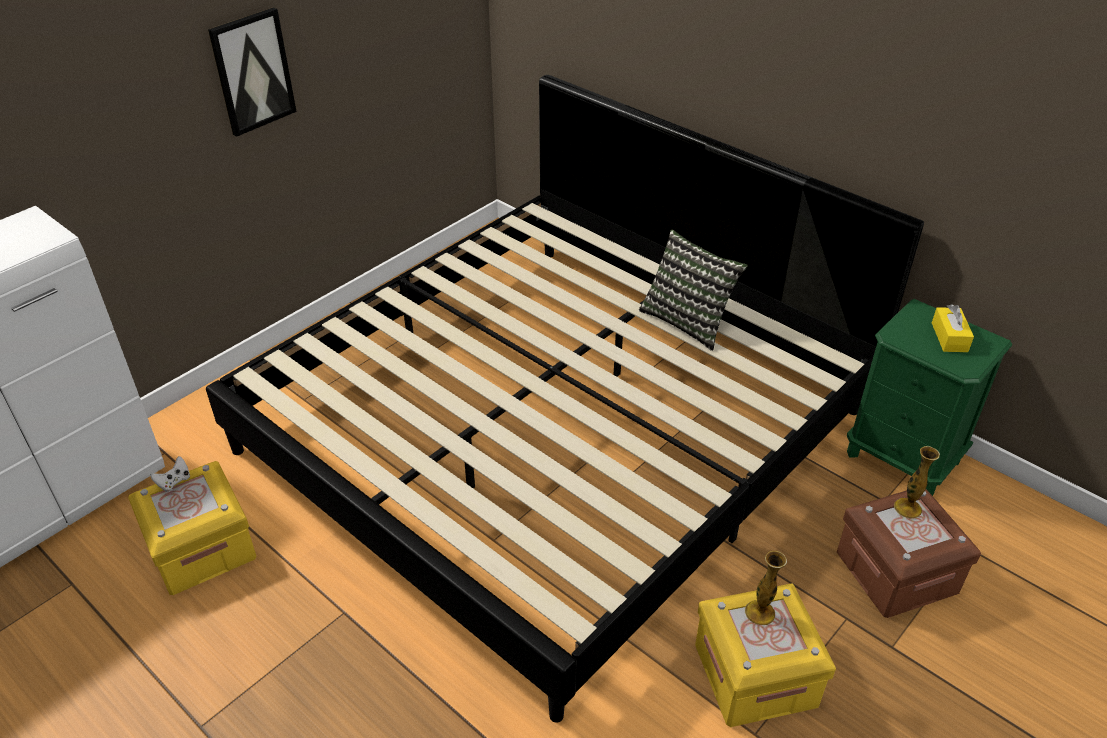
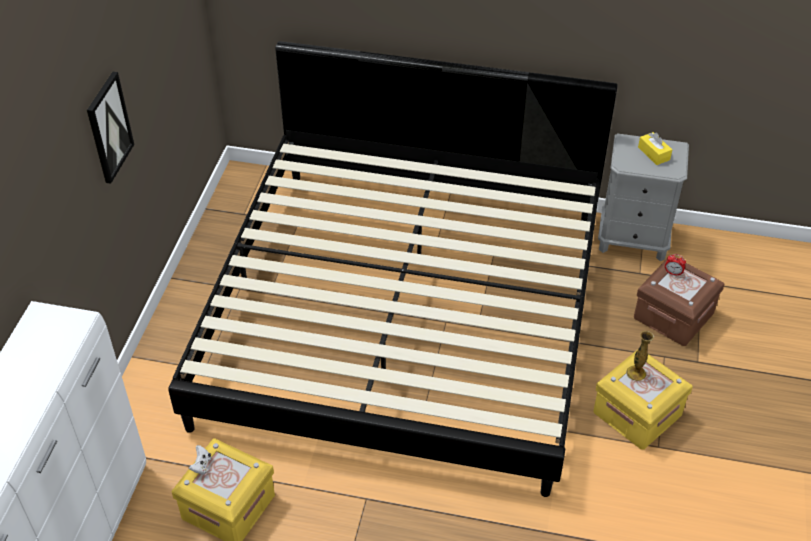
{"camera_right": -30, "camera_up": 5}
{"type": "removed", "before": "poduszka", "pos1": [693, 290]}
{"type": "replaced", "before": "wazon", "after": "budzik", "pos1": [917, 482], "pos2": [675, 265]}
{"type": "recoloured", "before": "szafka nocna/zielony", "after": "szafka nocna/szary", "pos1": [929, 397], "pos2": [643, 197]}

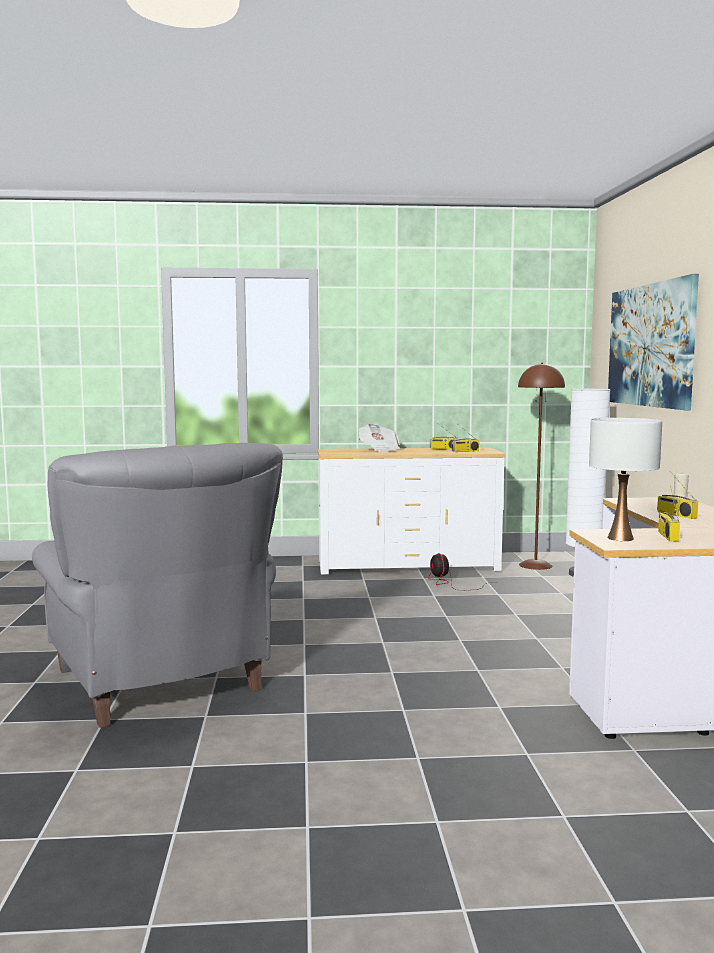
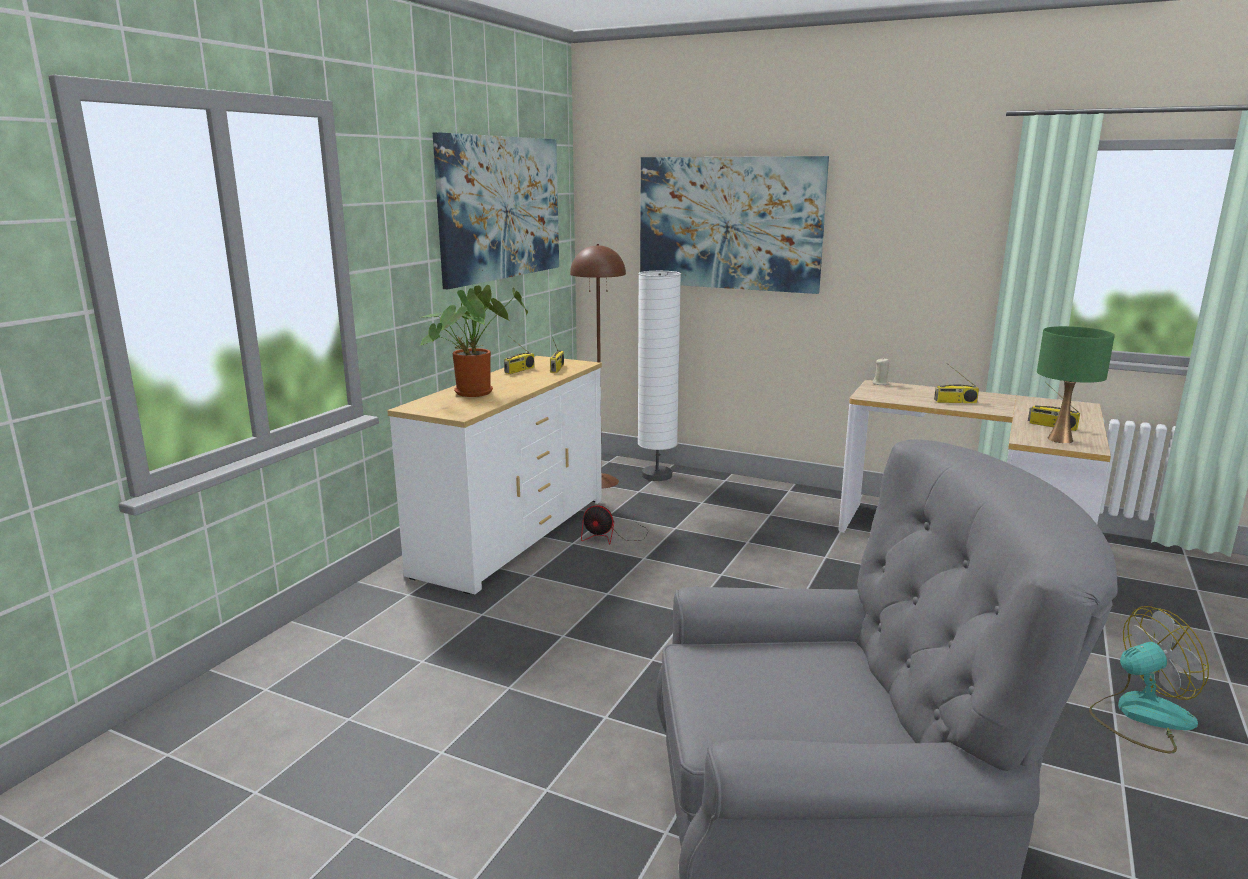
{"camera_right": -60, "camera_up": 10}
{"type": "added", "after": "obraz", "pos2": [496, 210]}
{"type": "added", "after": "wentylator", "pos2": [1149, 679]}
{"type": "replaced", "before": "gazeta", "after": "roślina doniczkowa", "pos1": [379, 438], "pos2": [473, 341]}
{"type": "recoloured", "before": "lampa stołowa/biały", "after": "lampa stołowa/zielony", "pos1": [625, 479], "pos2": [1076, 384]}

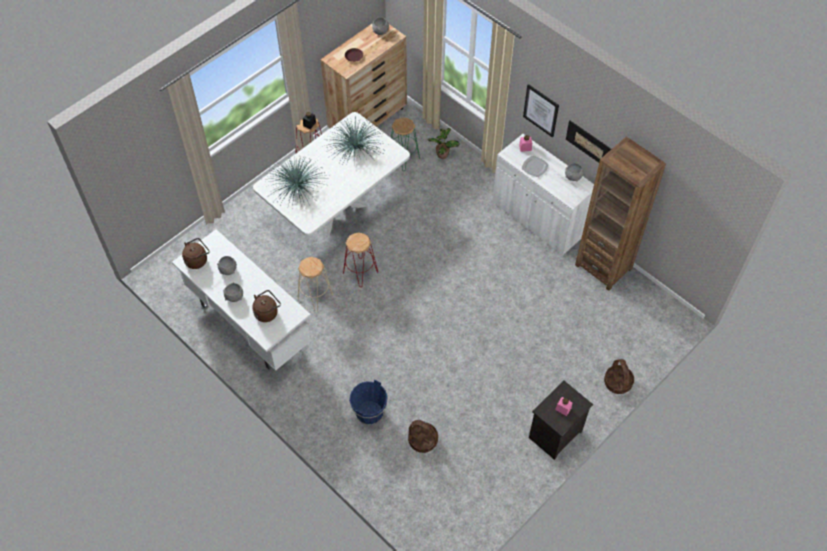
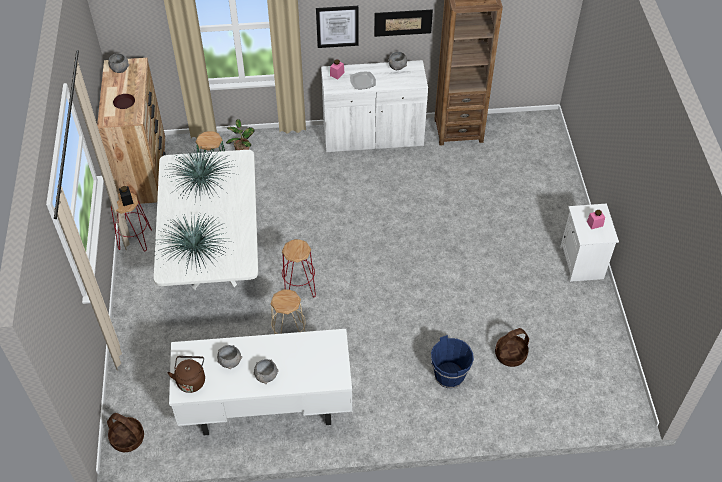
{"camera_right": -50, "camera_up": -5}
{"type": "removed", "before": "czajnik/brązowy", "pos1": [266, 306]}
{"type": "moved", "before": "koszyk", "pos1": [619, 376], "pos2": [125, 432]}
{"type": "recoloured", "before": "szafka nocna/czarny", "after": "szafka nocna/biały", "pos1": [561, 420], "pos2": [589, 243]}

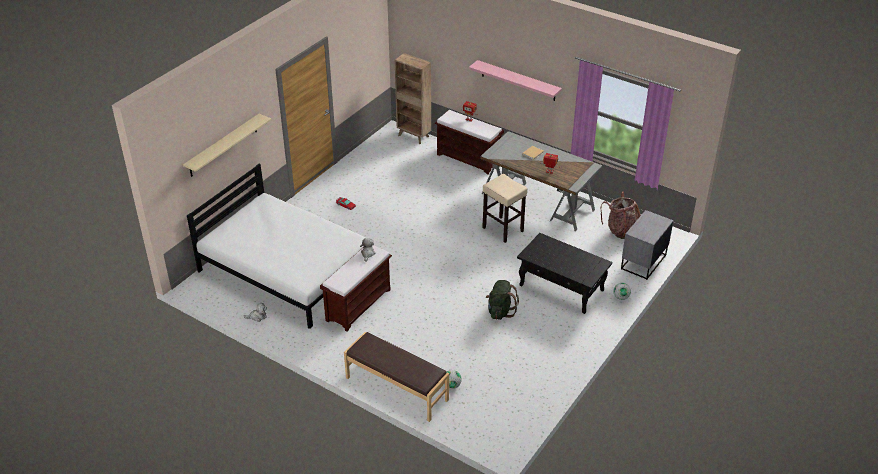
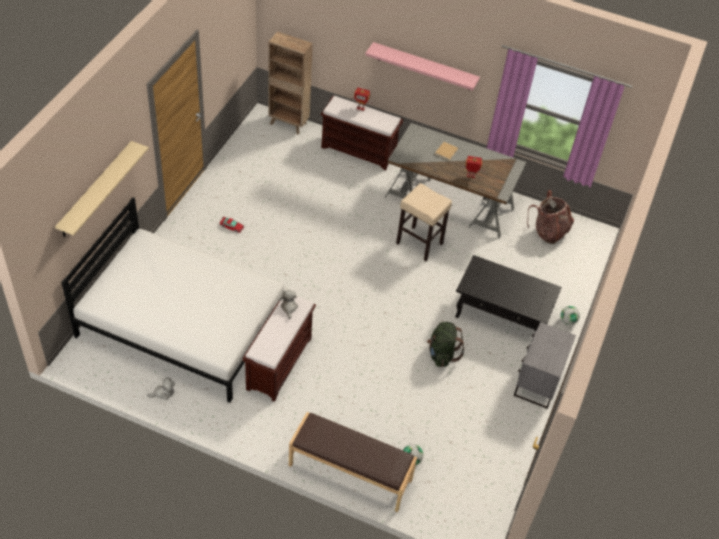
{"camera_right": -15, "camera_up": 10}
{"type": "moved", "before": "szafka nocna/szary", "pos1": [647, 245], "pos2": [545, 365]}

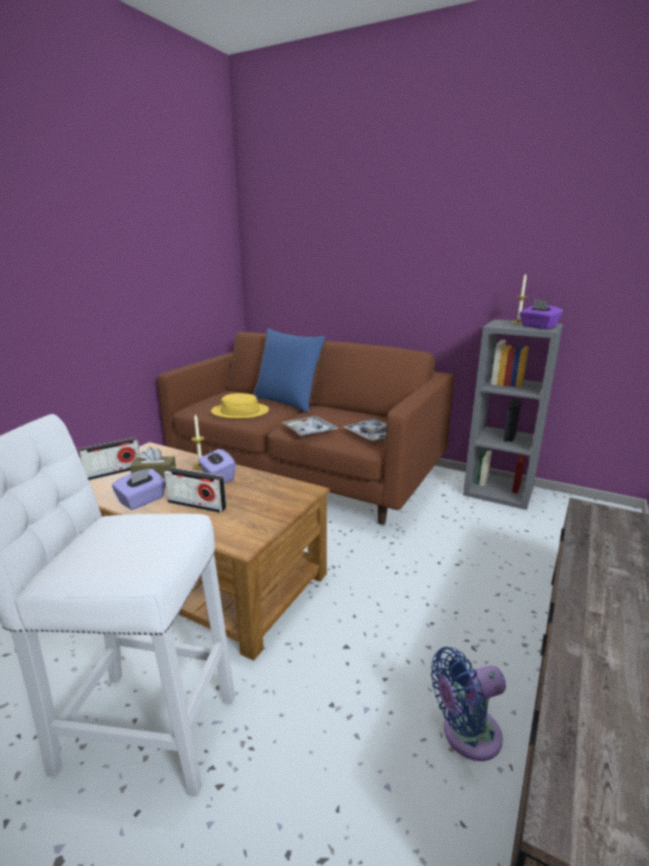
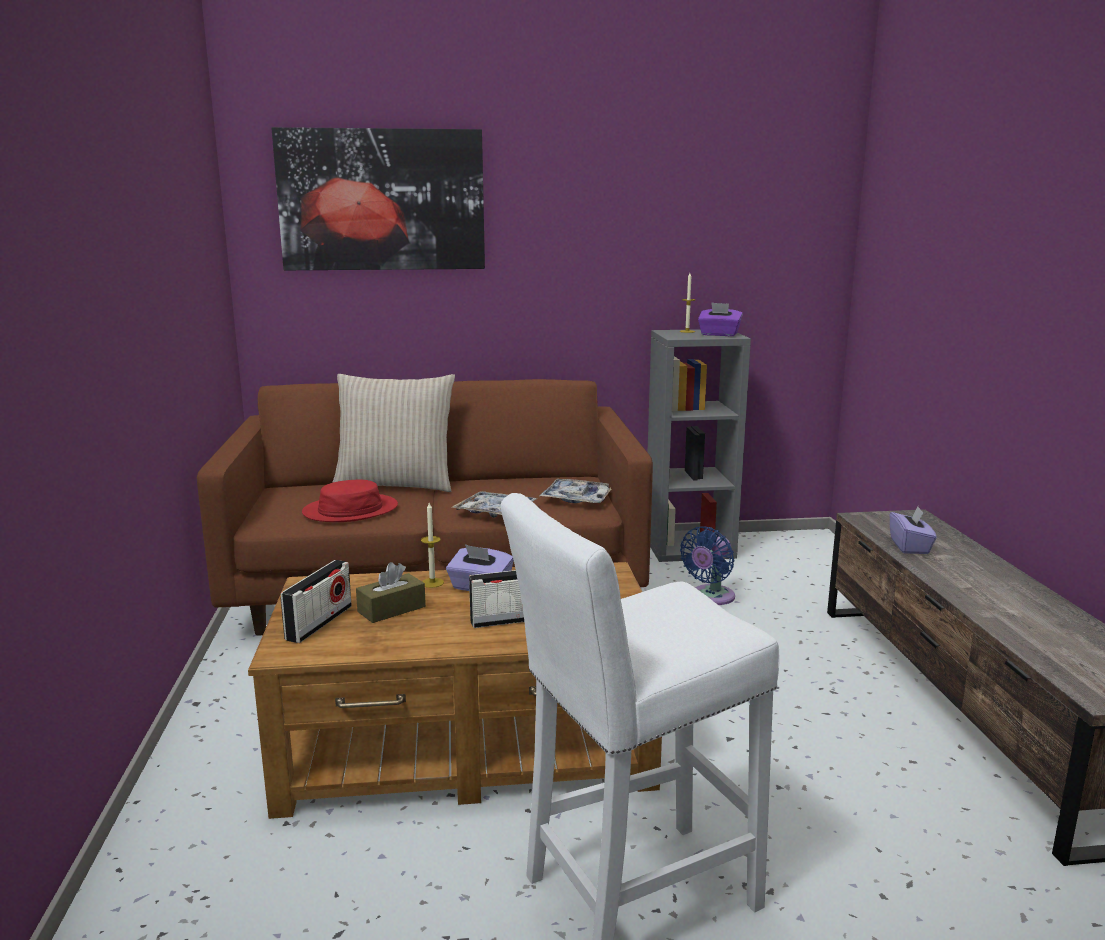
{"camera_right": -35, "camera_up": -5}
{"type": "added", "after": "obraz", "pos2": [378, 198]}
{"type": "moved", "before": "pudełko chusteczek/fioletowy", "pos1": [139, 489], "pos2": [913, 530]}
{"type": "moved", "before": "wentylator/niebieski", "pos1": [468, 704], "pos2": [707, 566]}
{"type": "recoloured", "before": "kapelusz/żółty", "after": "kapelusz/czerwony", "pos1": [240, 406], "pos2": [350, 501]}
{"type": "recoloured", "before": "poduszka/niebieski", "after": "poduszka/beżowy", "pos1": [289, 370], "pos2": [393, 433]}

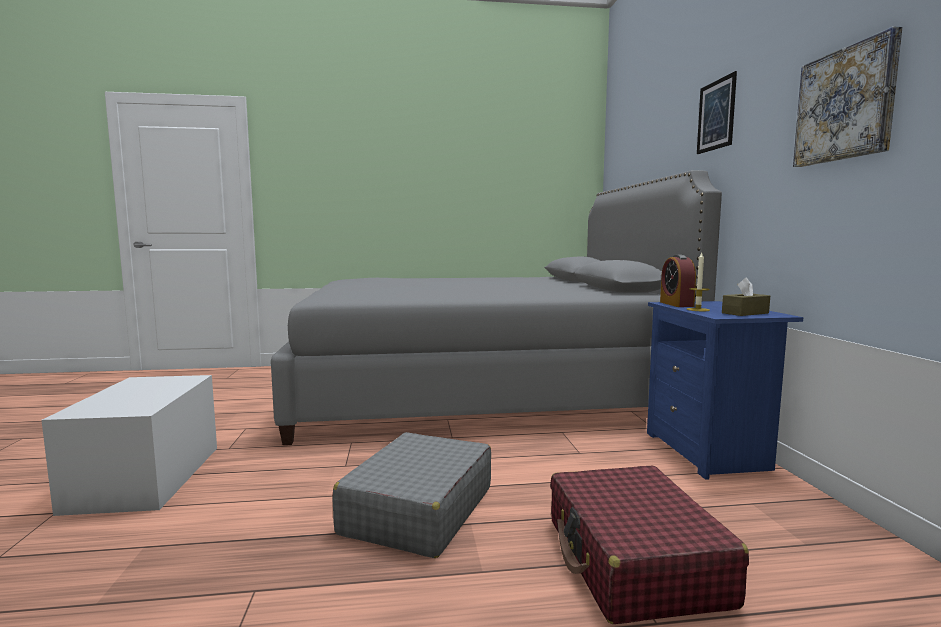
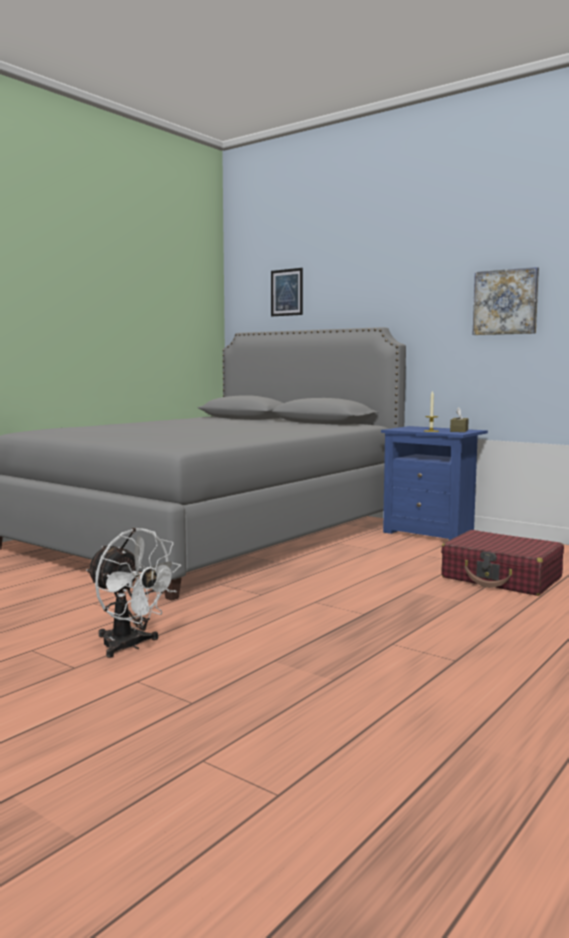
{"camera_right": -45, "camera_up": 0}
{"type": "removed", "before": "walizka/szary", "pos1": [412, 495]}
{"type": "removed", "before": "budzik", "pos1": [678, 280]}
{"type": "moved", "before": "obraz", "pos1": [717, 112], "pos2": [287, 292]}
{"type": "replaced", "before": "pojemnik do przechowywania/biały", "after": "wentylator/biały", "pos1": [129, 445], "pos2": [133, 593]}

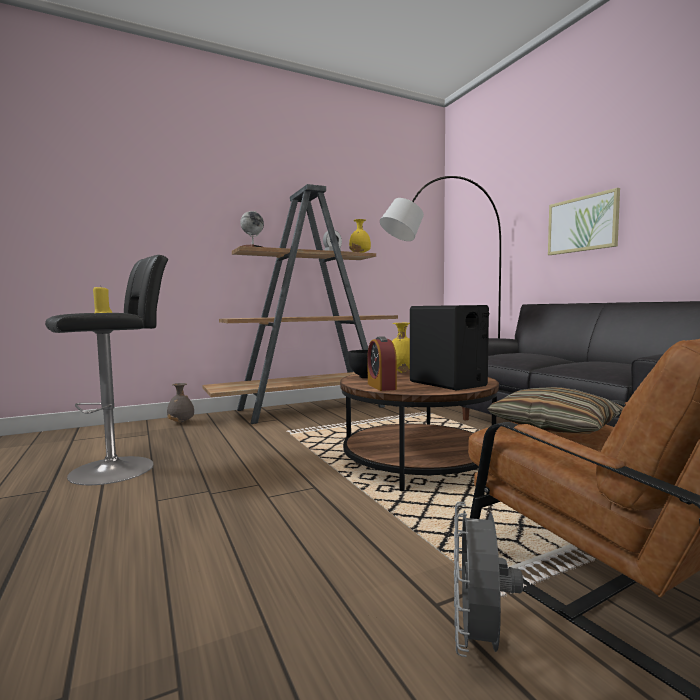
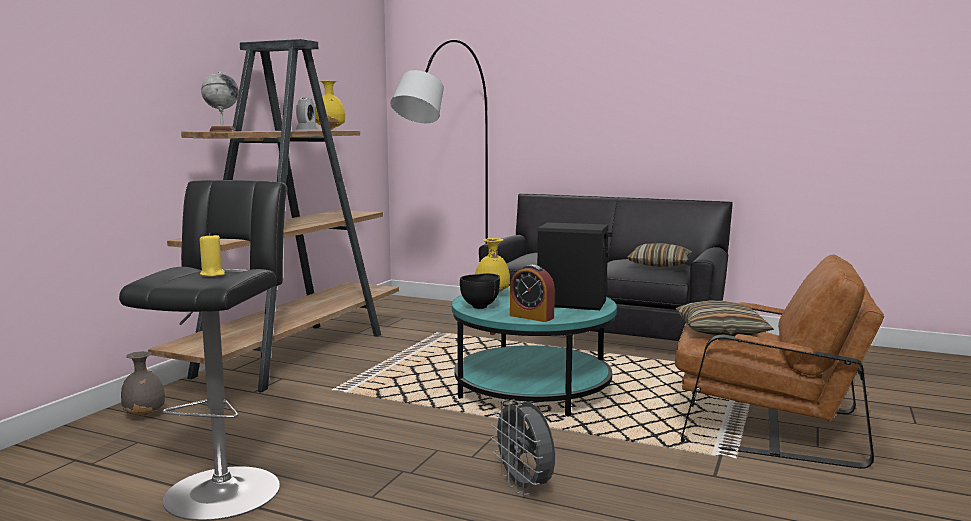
{"camera_right": -40, "camera_up": 5}
{"type": "removed", "before": "obraz", "pos1": [584, 221]}
{"type": "added", "after": "poduszka", "pos2": [659, 255]}
{"type": "moved", "before": "wentylator/szary", "pos1": [488, 579], "pos2": [523, 447]}
{"type": "recoloured", "before": "ława/brązowy", "after": "ława/turkusowy", "pos1": [419, 430], "pos2": [534, 351]}

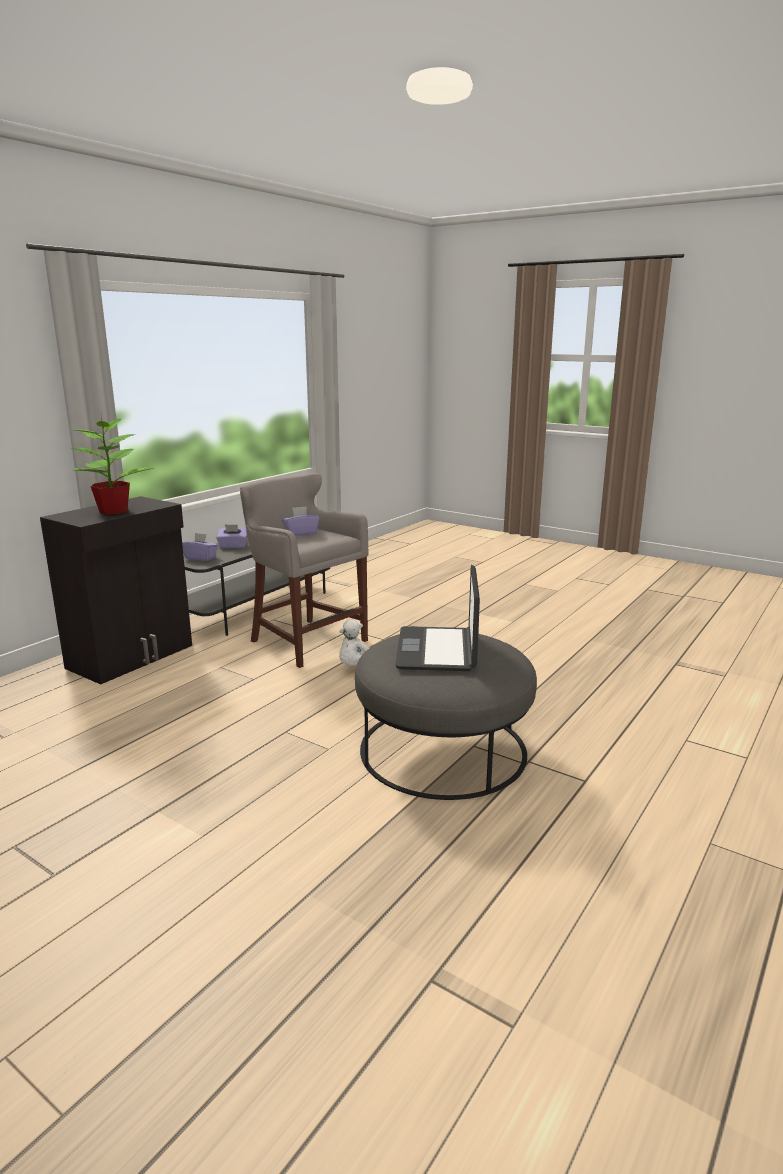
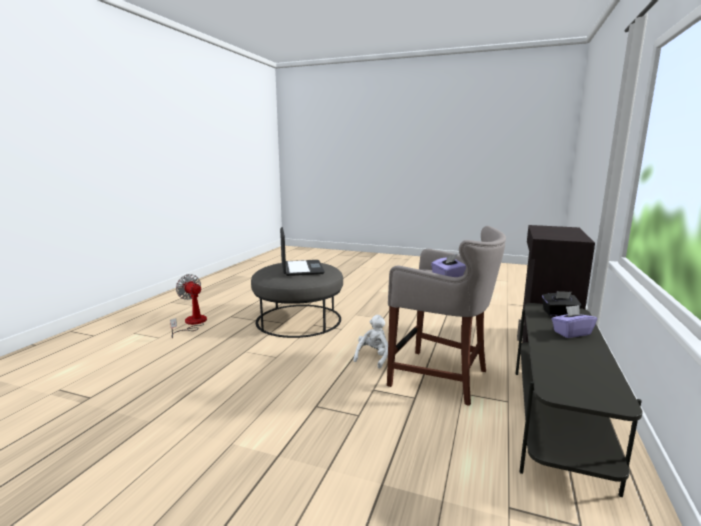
{"camera_right": 165, "camera_up": -5}
{"type": "removed", "before": "roślina doniczkowa", "pos1": [113, 464]}
{"type": "added", "after": "wentylator", "pos2": [188, 306]}
{"type": "recoloured", "before": "pudełko chusteczek/fioletowy", "after": "pudełko chusteczek/czarny", "pos1": [200, 547], "pos2": [562, 303]}

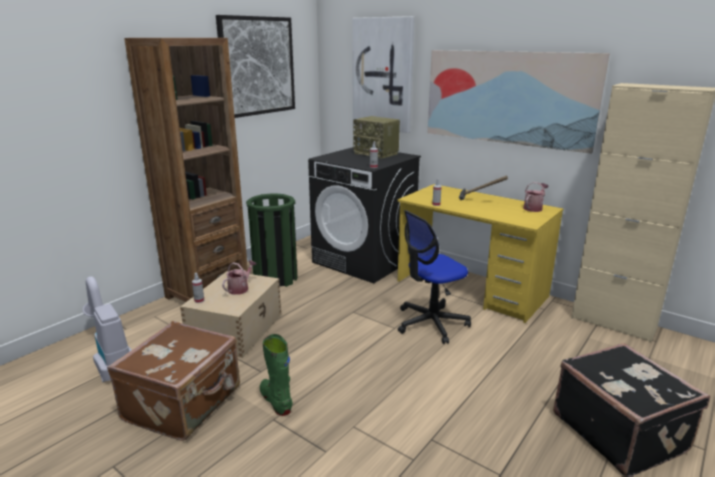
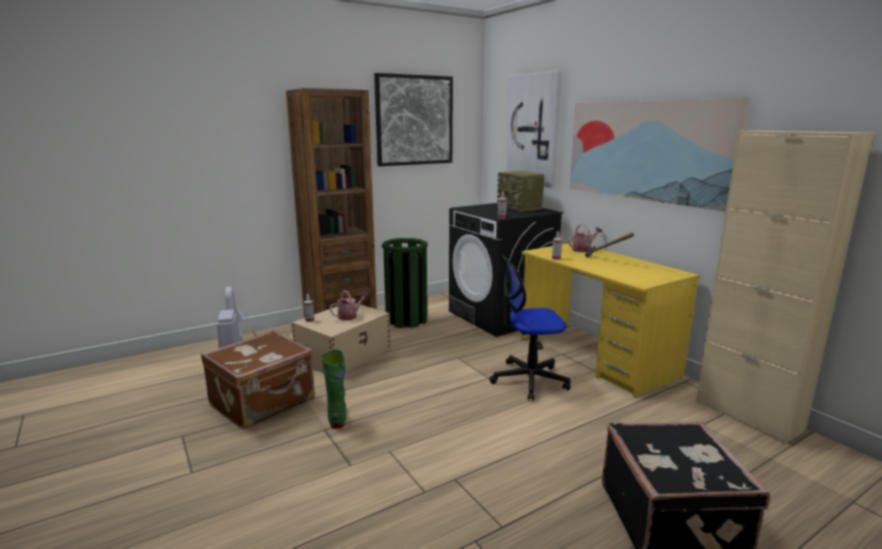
{"camera_right": 20, "camera_up": -5}
{"type": "moved", "before": "konewka", "pos1": [536, 197], "pos2": [585, 238]}

